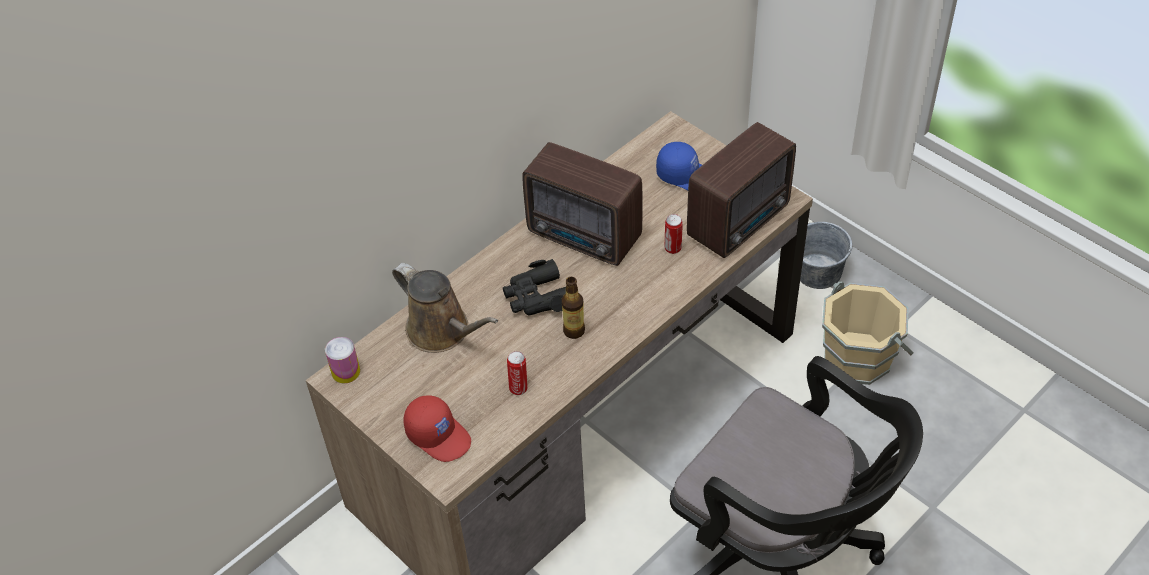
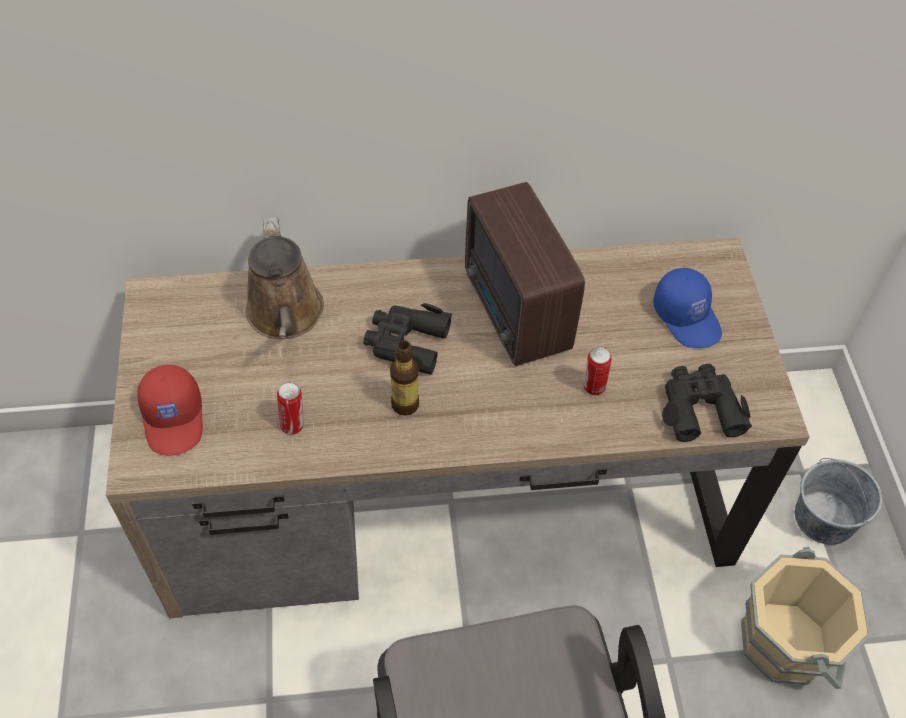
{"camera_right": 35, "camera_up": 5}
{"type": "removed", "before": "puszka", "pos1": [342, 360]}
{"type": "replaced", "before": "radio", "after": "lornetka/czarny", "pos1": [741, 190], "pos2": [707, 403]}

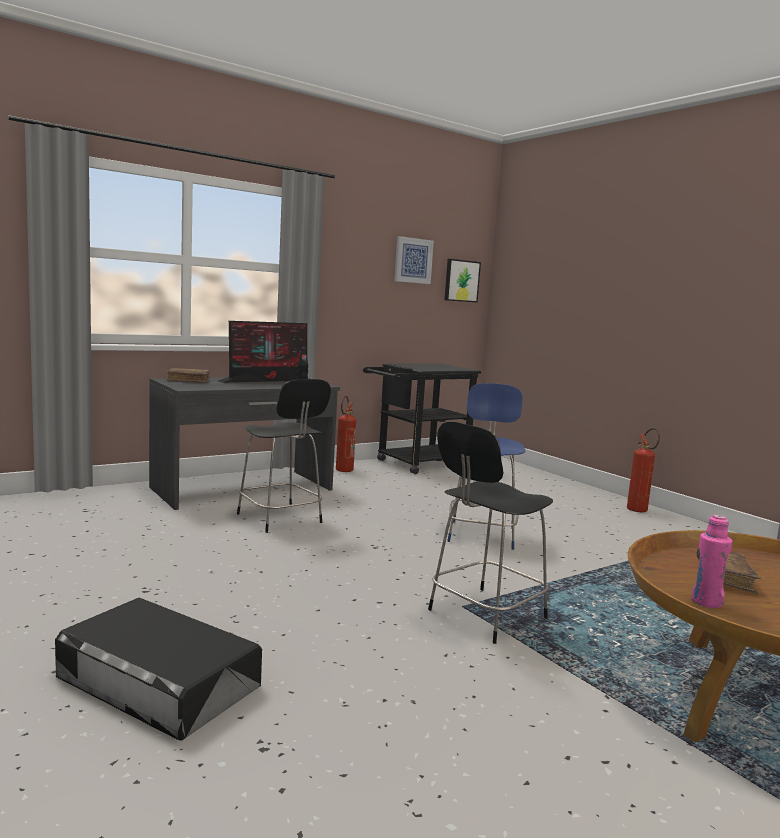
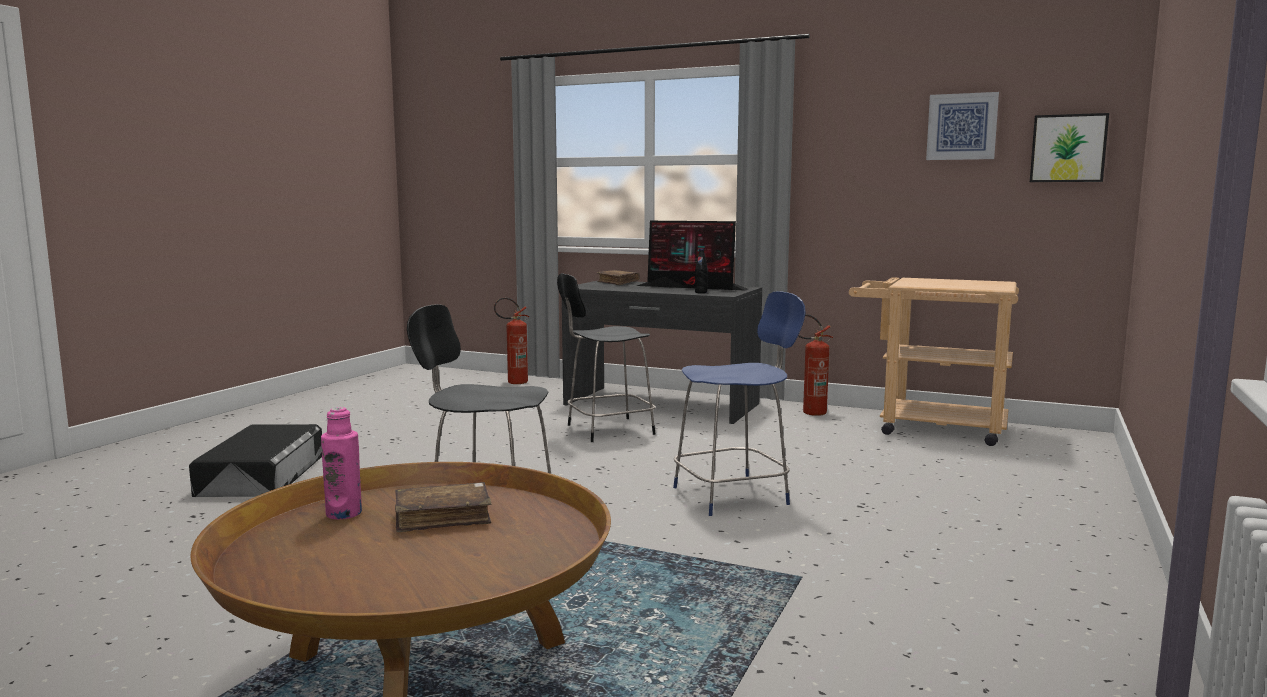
{"camera_right": 60, "camera_up": 0}
{"type": "moved", "before": "gaśnica", "pos1": [643, 470], "pos2": [511, 340]}
{"type": "recoloured", "before": "wózek/czarny", "after": "wózek/beżowy", "pos1": [422, 418], "pos2": [934, 361]}
{"type": "turned", "before": "krzesło/czarny", "pos1": [284, 456], "pos2": [606, 357], "turn": 45}

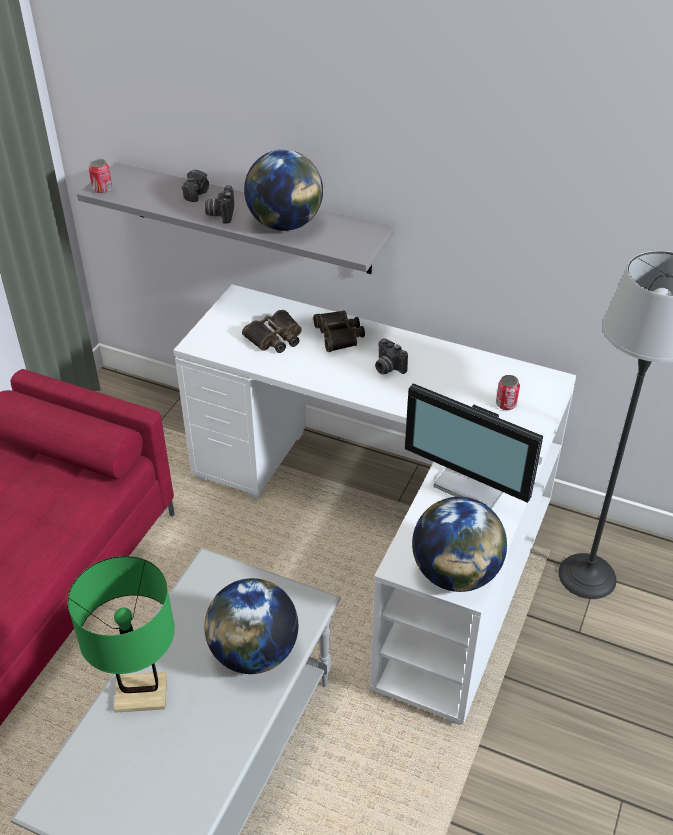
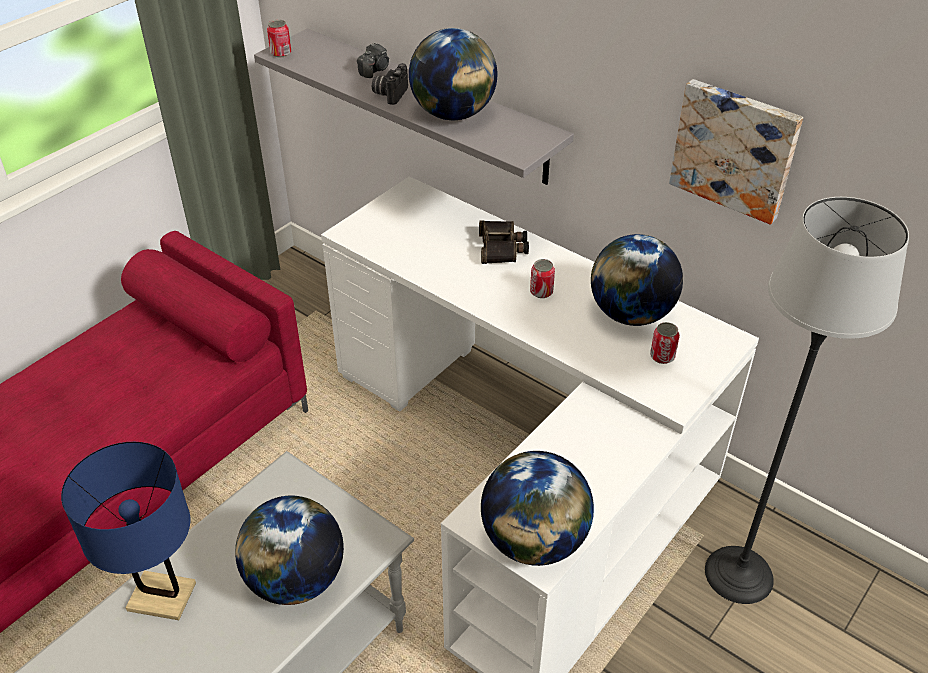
{"camera_right": 15, "camera_up": 0}
{"type": "removed", "before": "lornetka", "pos1": [272, 331]}
{"type": "removed", "before": "monitor", "pos1": [474, 446]}
{"type": "added", "after": "globus", "pos2": [637, 280]}
{"type": "added", "after": "obraz", "pos2": [736, 152]}
{"type": "replaced", "before": "aparat fotograficzny", "after": "puszka", "pos1": [391, 356], "pos2": [542, 278]}
{"type": "recoloured", "before": "lampa stołowa/zielony", "after": "lampa stołowa/niebieski", "pos1": [121, 634], "pos2": [128, 531]}

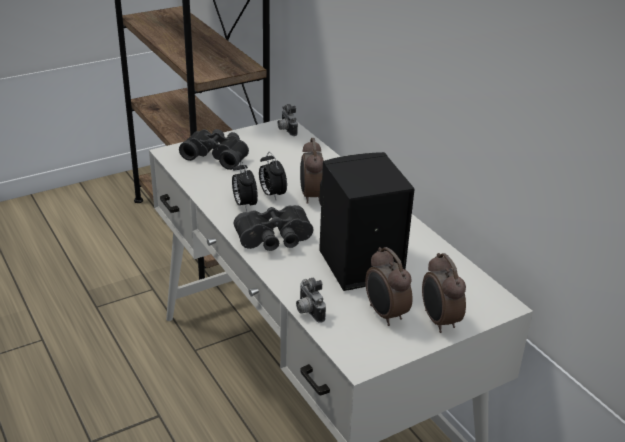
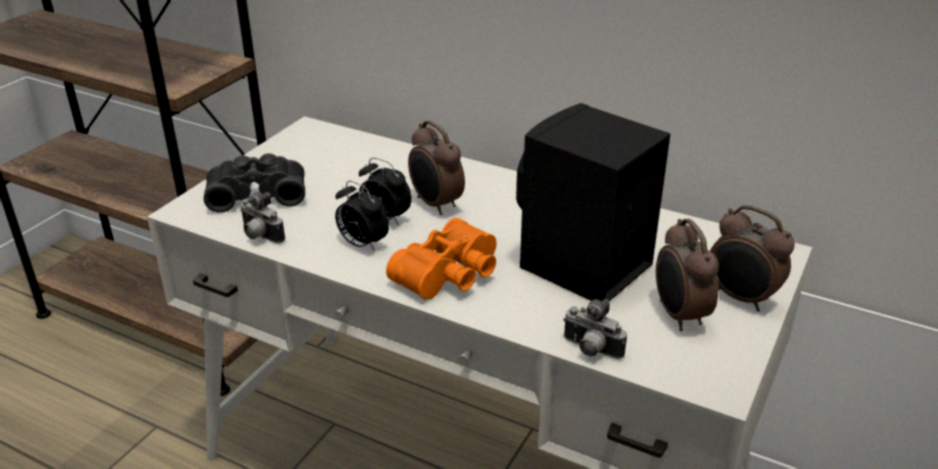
{"camera_right": -30, "camera_up": 0}
{"type": "moved", "before": "aparat fotograficzny", "pos1": [288, 120], "pos2": [262, 217]}
{"type": "recoloured", "before": "lornetka/czarny", "after": "lornetka/pomarańczowy", "pos1": [273, 228], "pos2": [441, 259]}
{"type": "turned", "before": "budzik", "pos1": [389, 286], "pos2": [687, 274], "turn": 45}

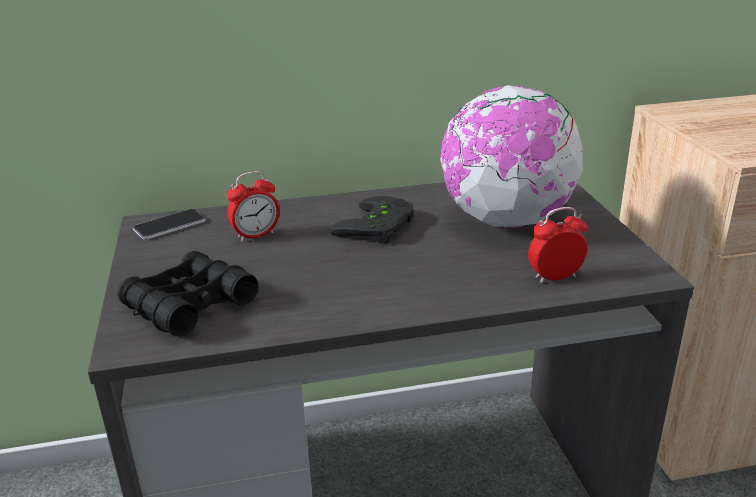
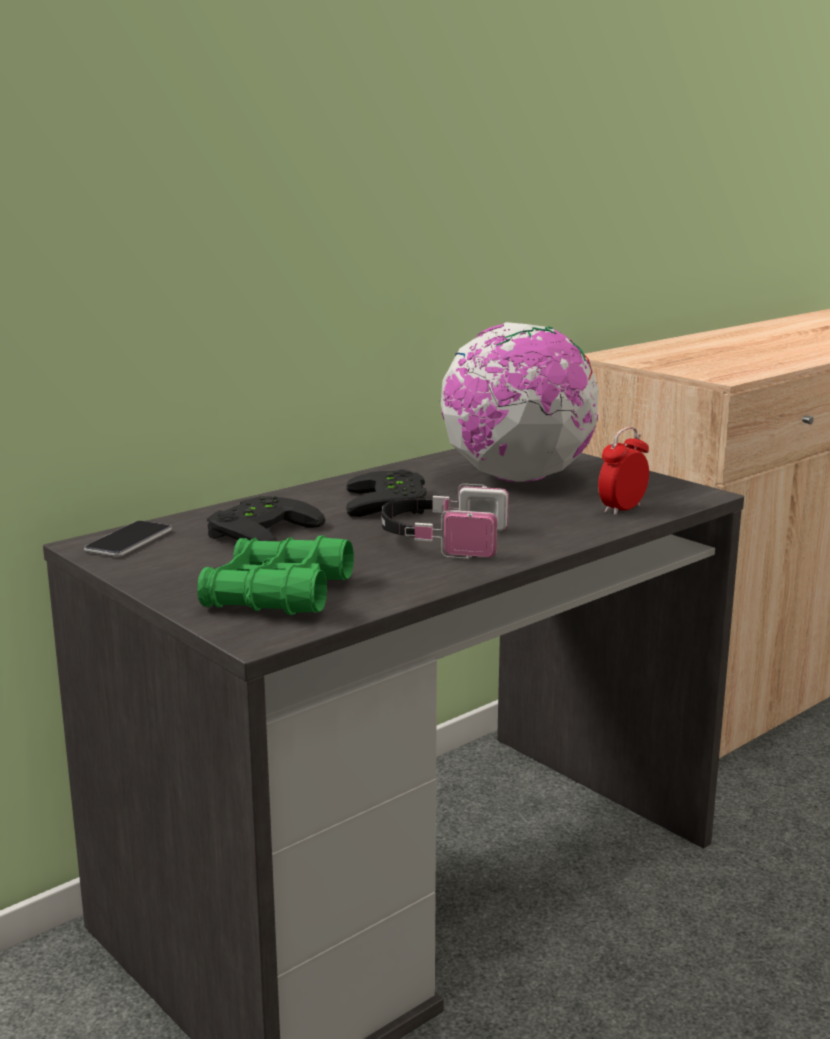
{"camera_right": -30, "camera_up": -10}
{"type": "added", "after": "słuchawki", "pos2": [445, 521]}
{"type": "replaced", "before": "budzik", "after": "pad do gier/czarny", "pos1": [253, 206], "pos2": [266, 518]}
{"type": "recoloured", "before": "lornetka/czarny", "after": "lornetka/zielony", "pos1": [188, 293], "pos2": [275, 575]}

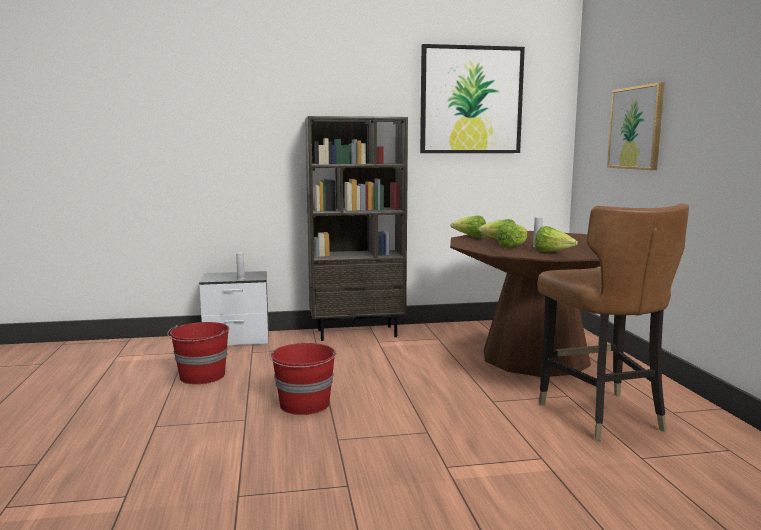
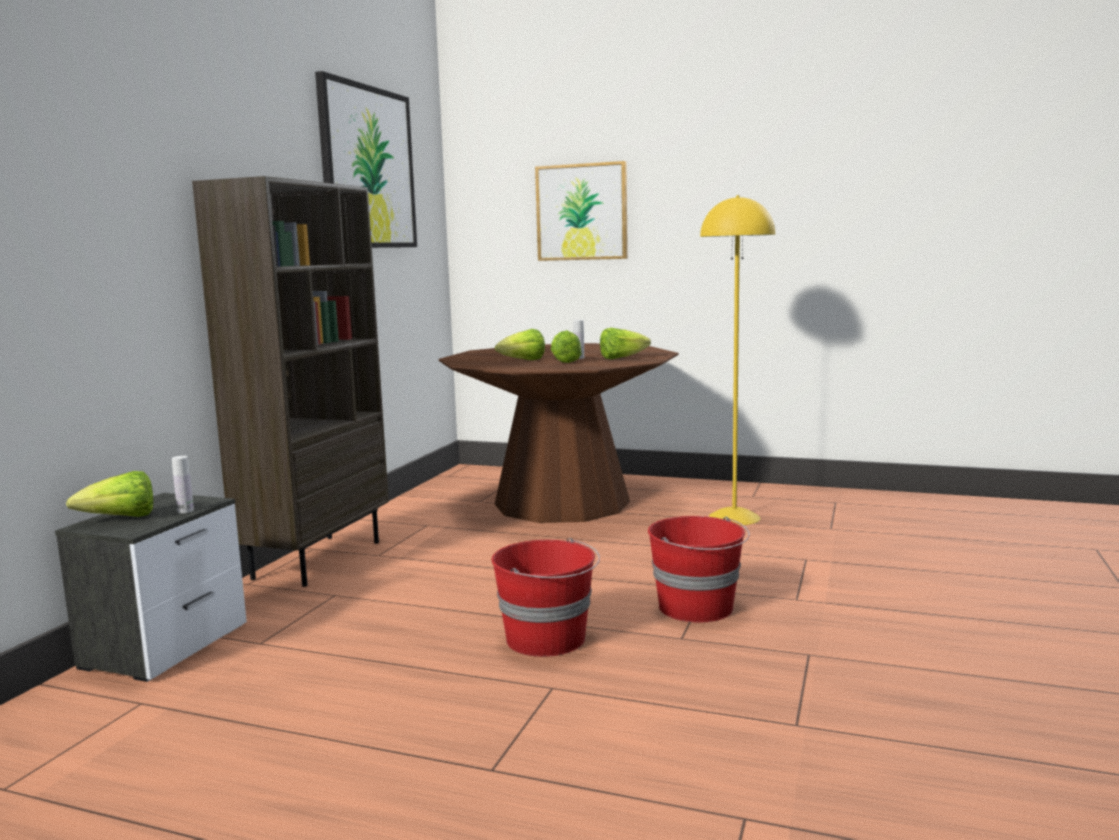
{"camera_right": -60, "camera_up": 0}
{"type": "moved", "before": "wiadro/czerwony", "pos1": [198, 353], "pos2": [699, 569]}
{"type": "moved", "before": "sałata", "pos1": [468, 226], "pos2": [109, 494]}
{"type": "replaced", "before": "krzesło/brązowy", "after": "lampa stojąca/żółty", "pos1": [613, 322], "pos2": [737, 360]}

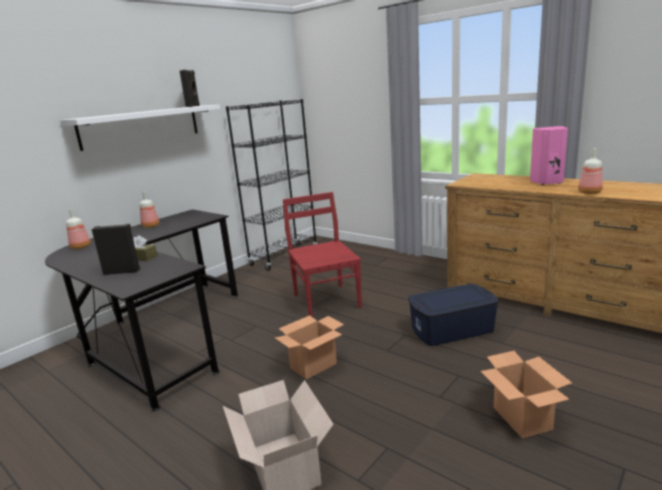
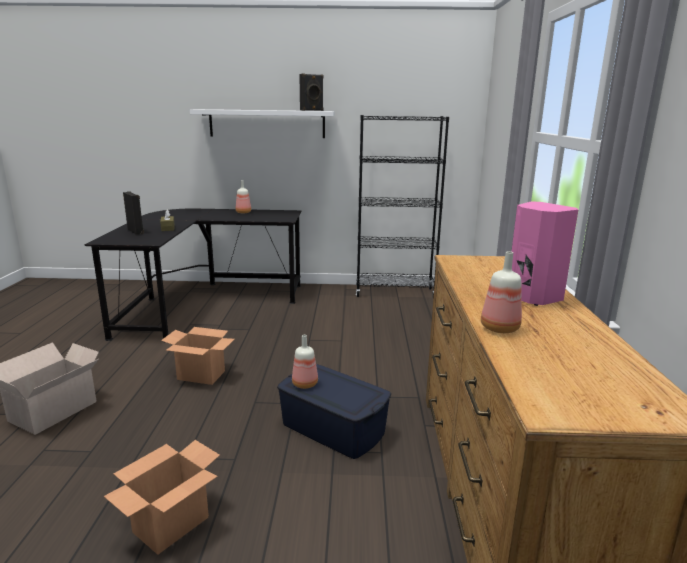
{"camera_right": 50, "camera_up": 0}
{"type": "removed", "before": "krzesło/czerwony", "pos1": [322, 254]}
{"type": "moved", "before": "butelka", "pos1": [78, 228], "pos2": [305, 362]}

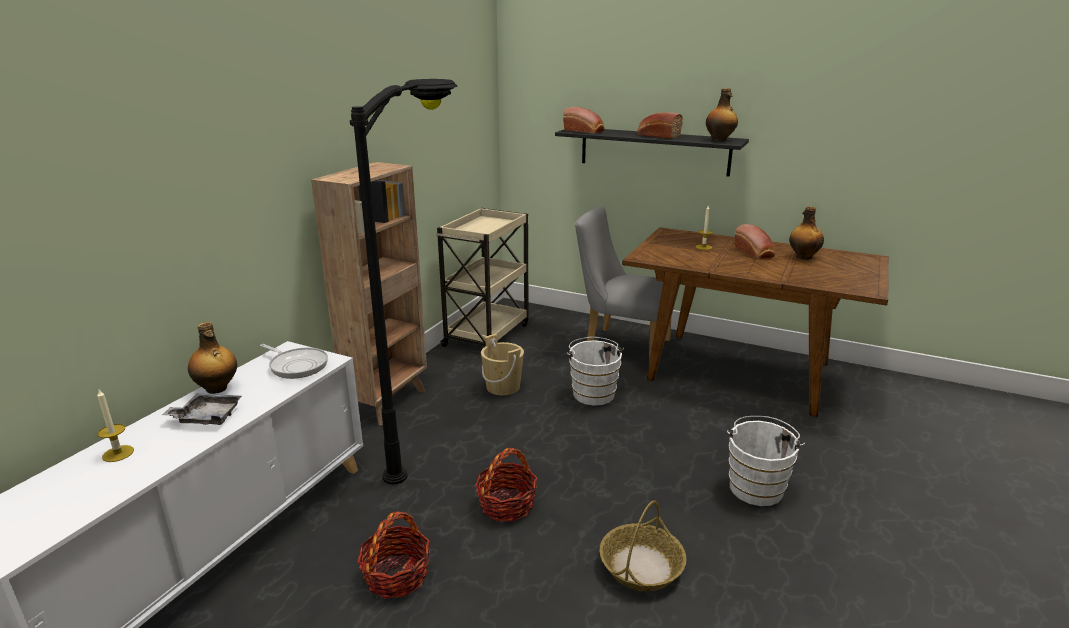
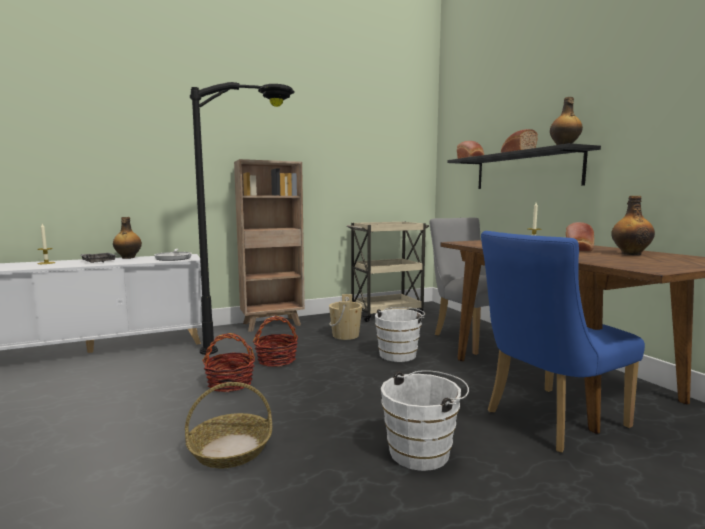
{"camera_right": 40, "camera_up": -15}
{"type": "added", "after": "krzesło/niebieski", "pos2": [563, 342]}
{"type": "moved", "before": "koszyk", "pos1": [394, 555], "pos2": [275, 341]}

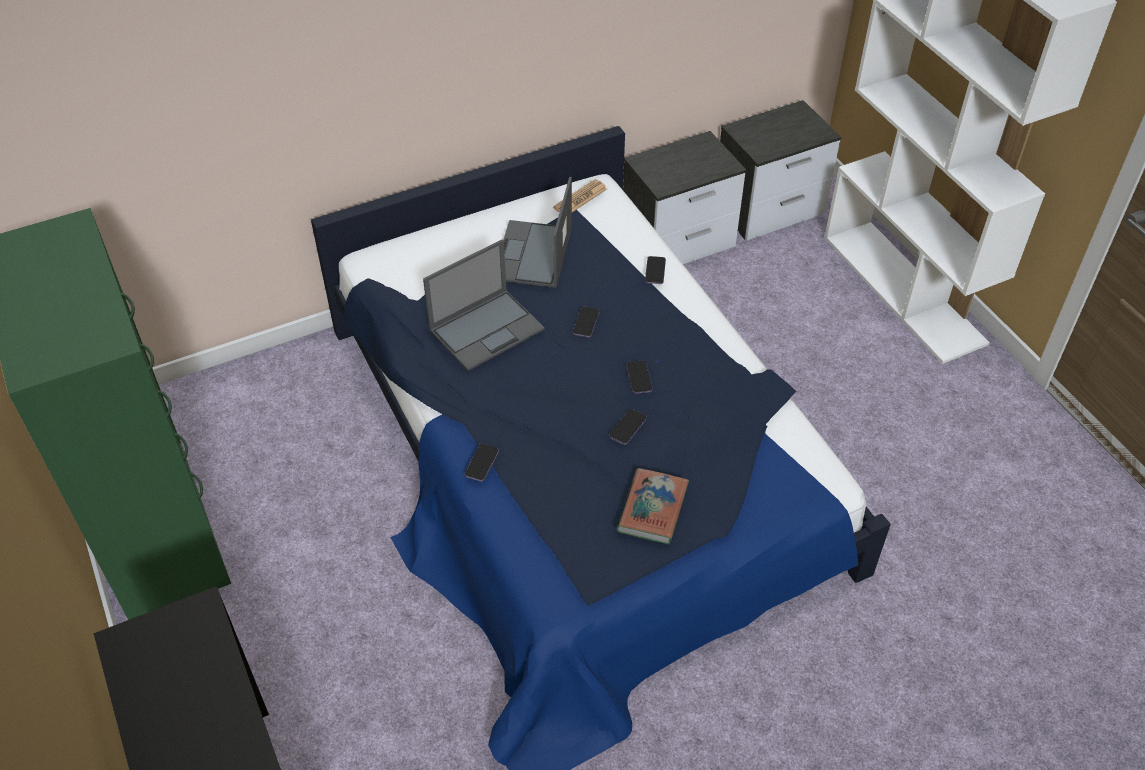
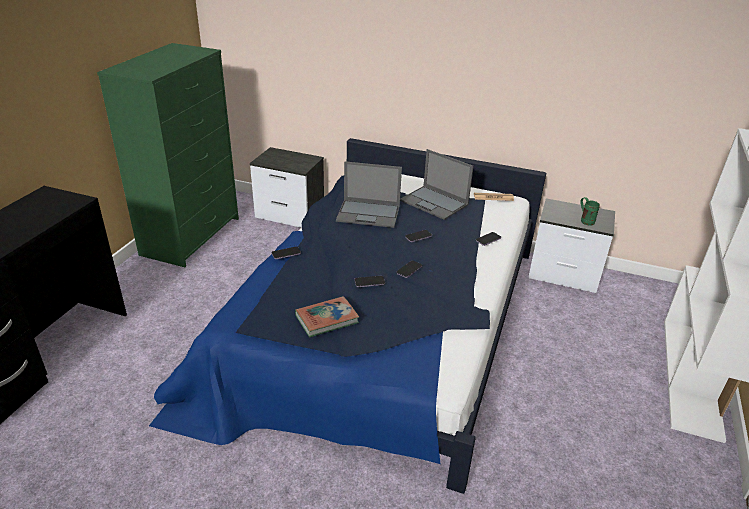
{"camera_right": 45, "camera_up": -15}
{"type": "added", "after": "kubek/zielony", "pos2": [590, 211]}
{"type": "moved", "before": "szafka nocna", "pos1": [780, 170], "pos2": [287, 187]}
{"type": "turned", "before": "laptop", "pos1": [537, 232], "pos2": [437, 184], "turn": -105}

